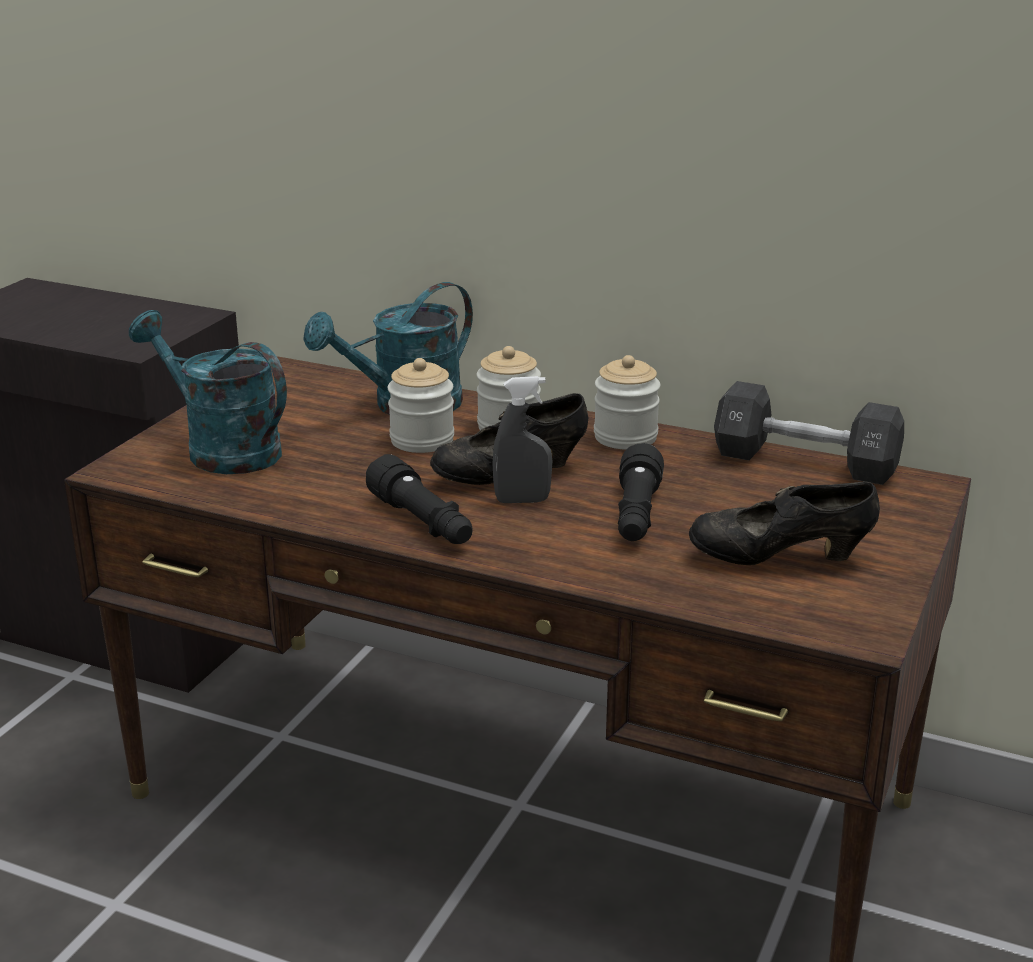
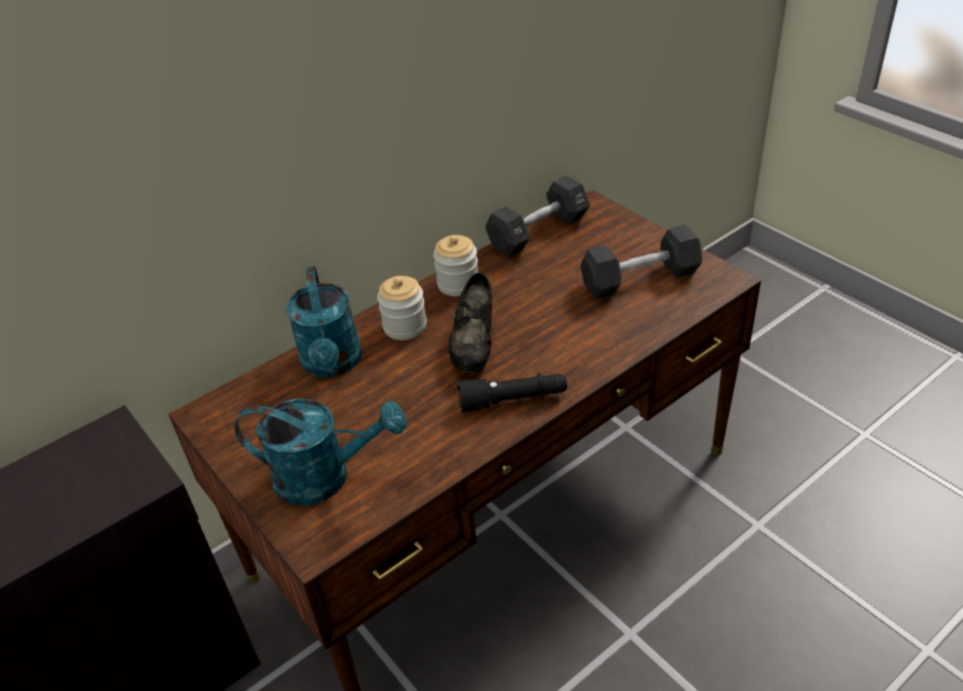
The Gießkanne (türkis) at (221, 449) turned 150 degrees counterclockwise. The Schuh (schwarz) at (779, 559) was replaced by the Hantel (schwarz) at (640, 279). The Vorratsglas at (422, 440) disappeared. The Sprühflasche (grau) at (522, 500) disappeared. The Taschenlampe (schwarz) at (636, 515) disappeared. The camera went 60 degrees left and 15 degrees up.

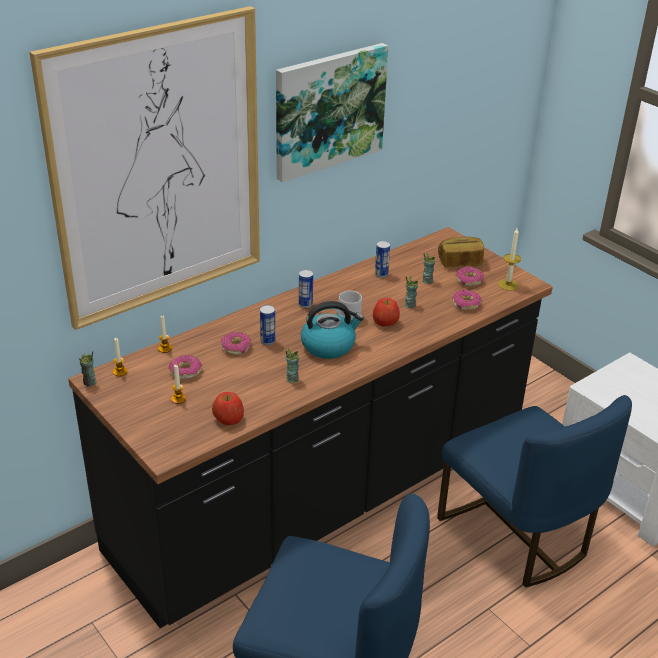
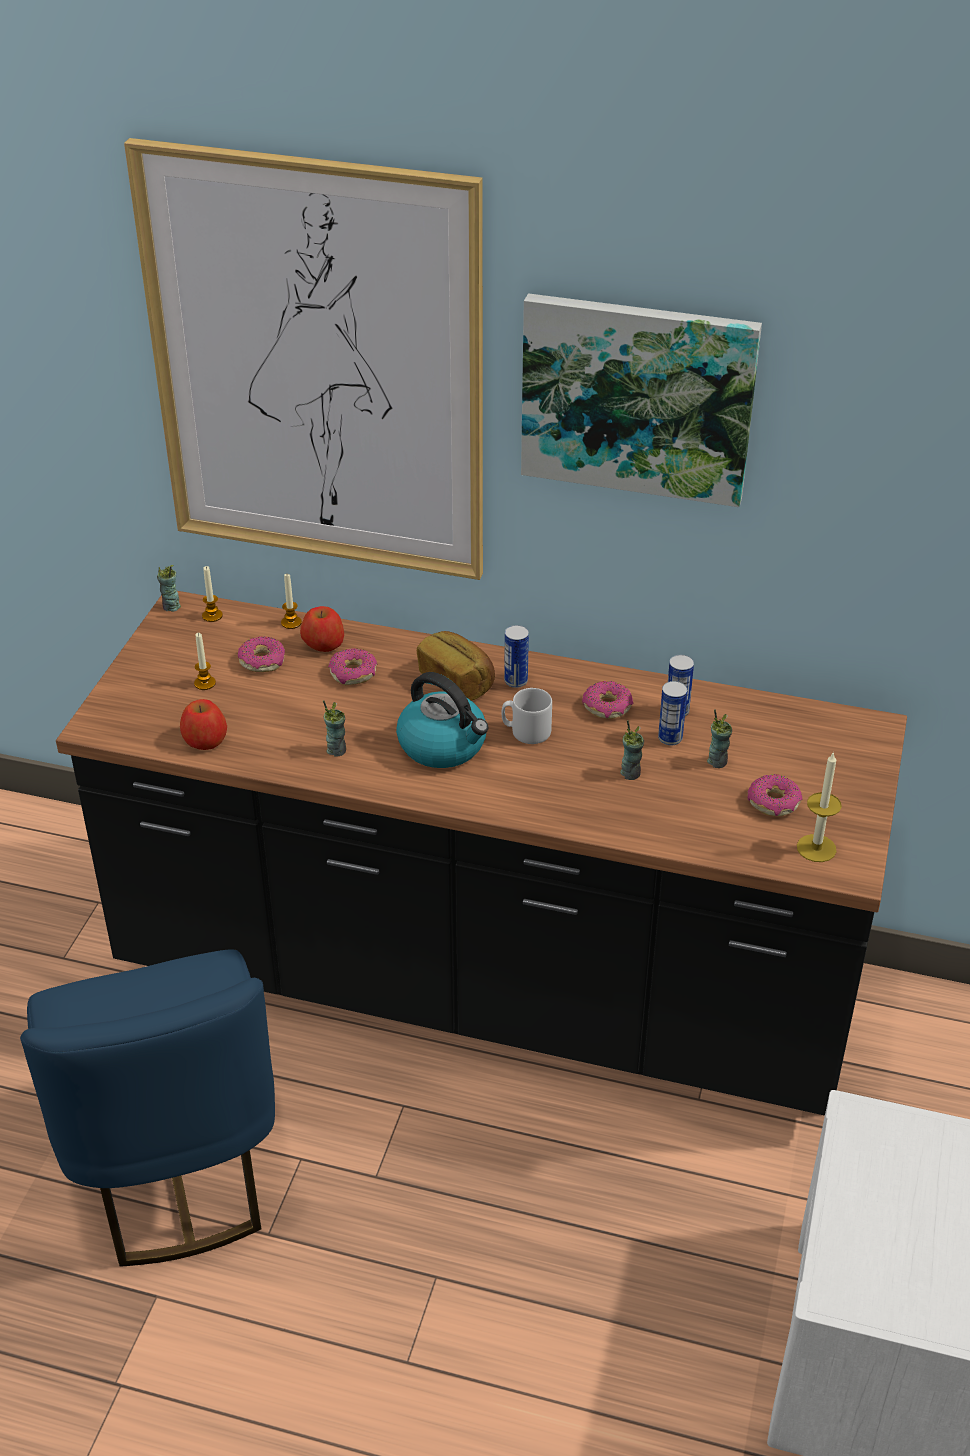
The Apfel moved from (385, 322) to (323, 644). The Brot moved from (460, 262) to (457, 681). The Donut moved from (466, 304) to (607, 707). The Dose moved from (267, 341) to (670, 738). The Stuhl (blau) at (517, 534) disappeared. The camera went 55 degrees right and 5 degrees up.

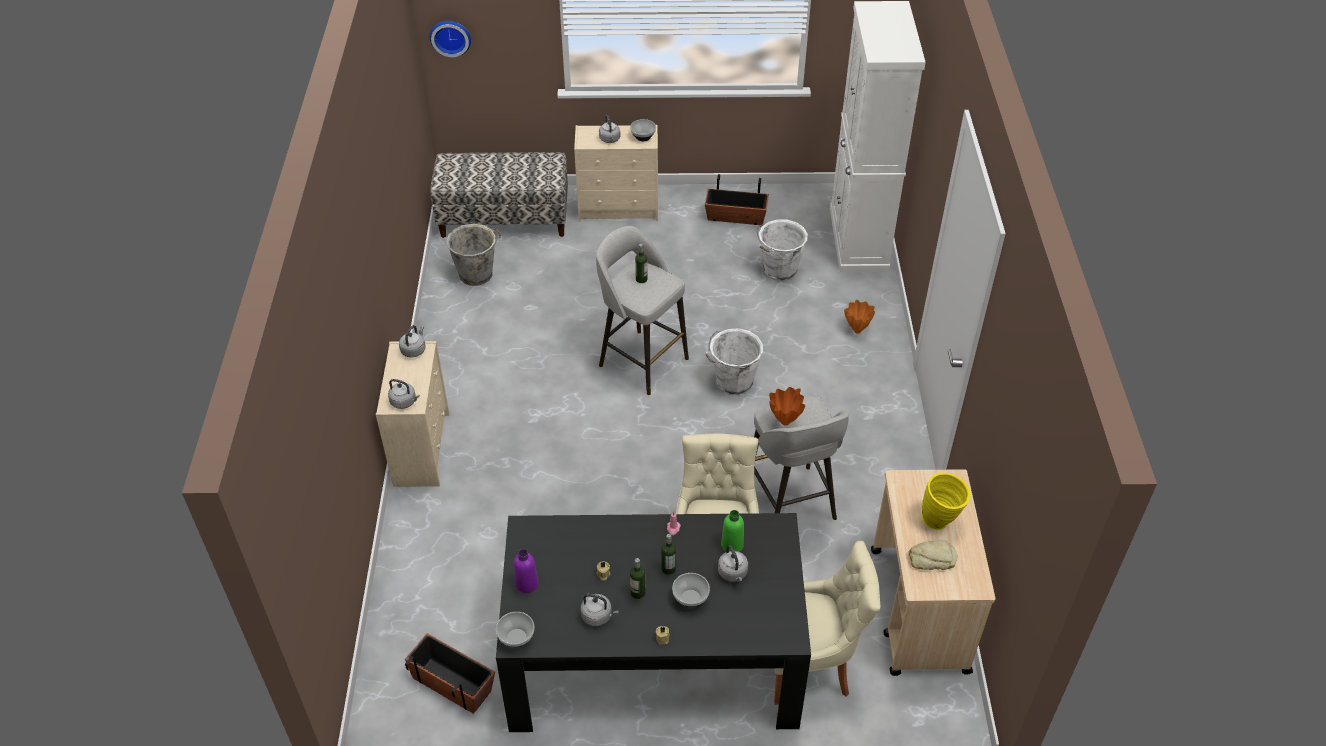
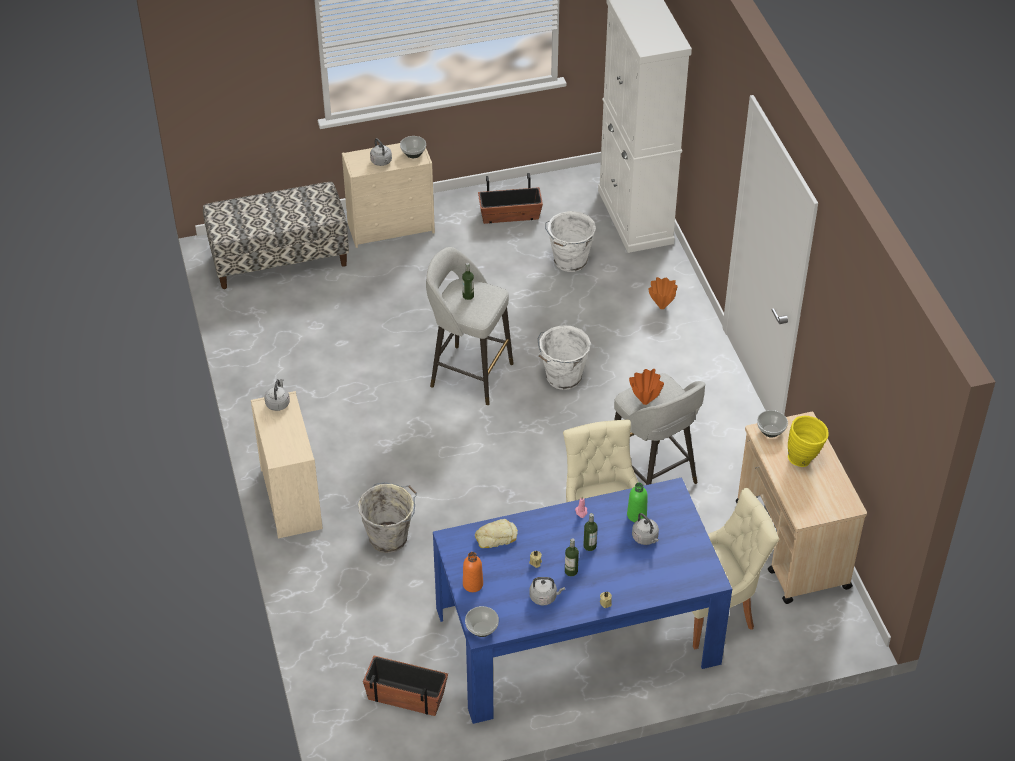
The Eimer (grau) moved from (477, 274) to (390, 537). The Esstisch (schwarz) at (654, 658) became the Esstisch (blau) at (577, 635). The Flasche (lila) at (527, 584) became the Flasche (orange) at (473, 584). The Brot moved from (932, 558) to (496, 537). The Schüssel moved from (691, 598) to (770, 431). The Wasserkessel (grau) at (404, 402) disappeared. The Wanduhr at (450, 36) disappeared. The camera went 15 degrees left and 0 degrees up.

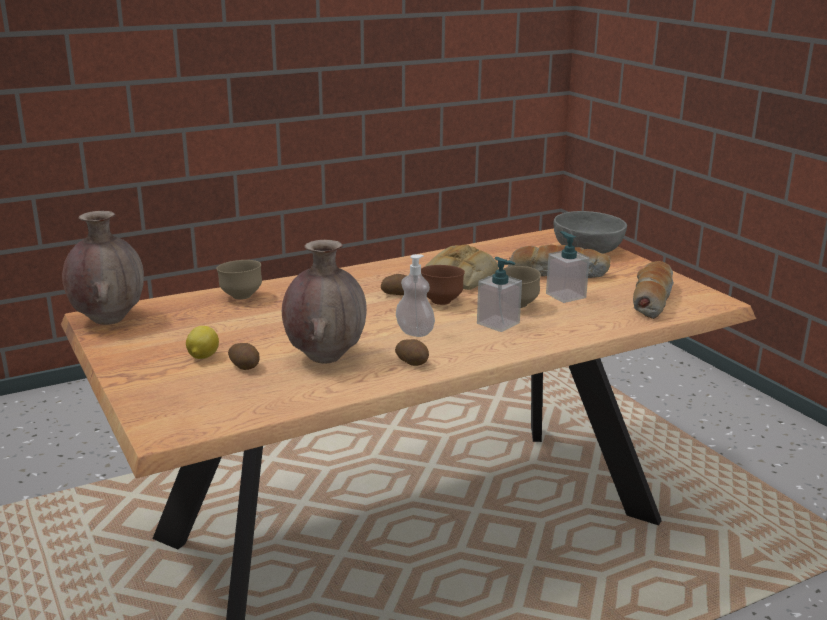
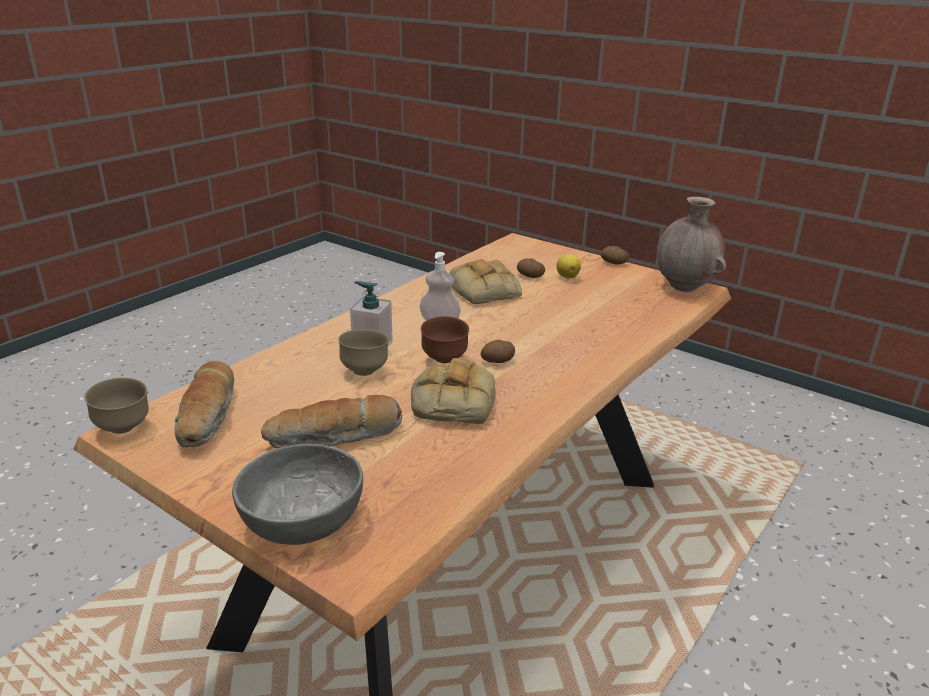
The Schüssel (braun) moved from (241, 297) to (124, 429). The Vase (braun) at (325, 356) was replaced by the Brot at (486, 291). The Kartoffel moved from (413, 362) to (613, 263). The Seifenspender at (565, 295) disappeared. The camera went 155 degrees right and 5 degrees up.

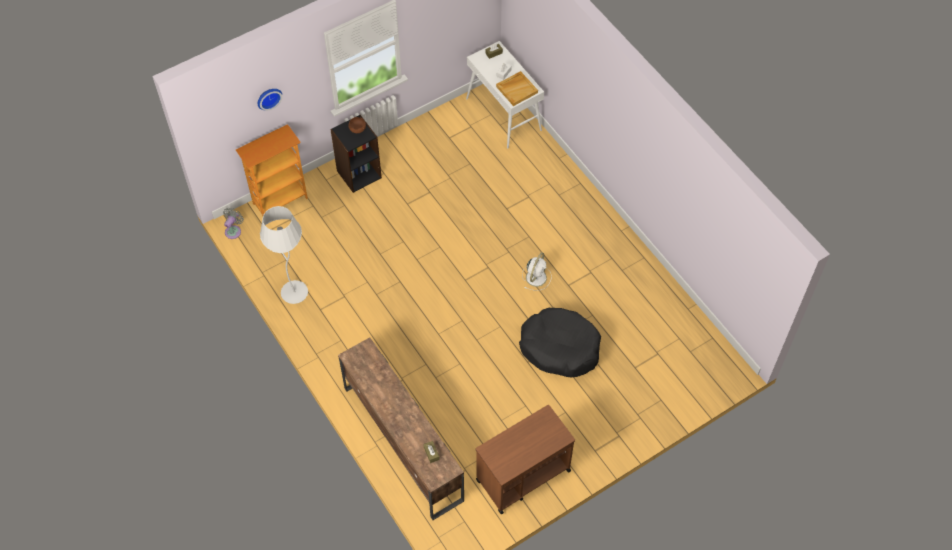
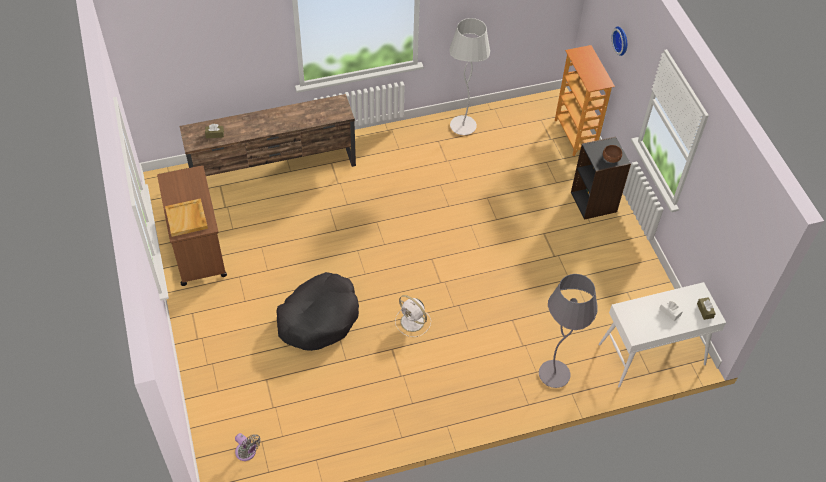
The Tablett (beige) moved from (517, 89) to (187, 219). The Ventilator (grau) moved from (234, 230) to (247, 453). The Stehlampe (grau) at (554, 375) appeared. The camera went 105 degrees right and 5 degrees down.

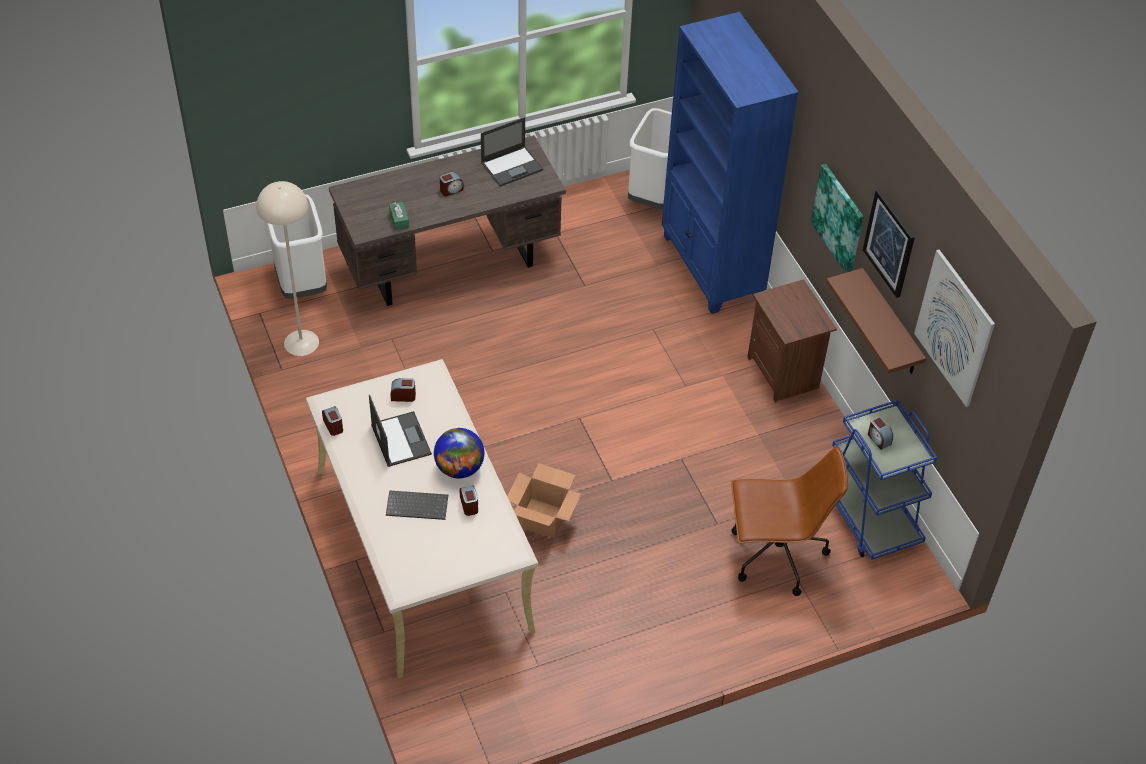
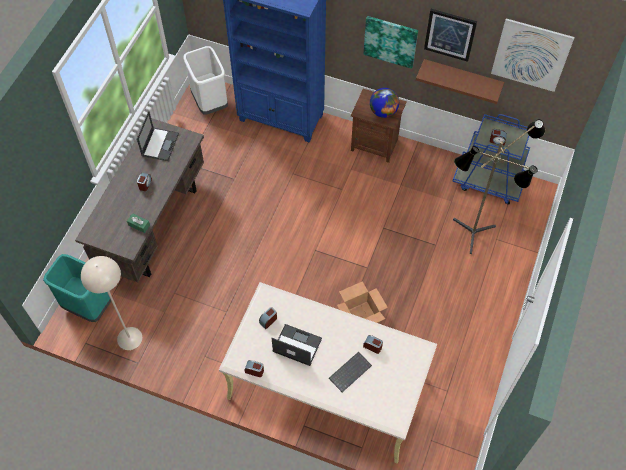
The Mülleimer (weiß) at (302, 284) became the Mülleimer (türkis) at (88, 306). The Globus moved from (459, 468) to (383, 111). The Bürostuhl (braun) at (775, 555) was replaced by the Stehlampe at (475, 237). The camera went 45 degrees left and 10 degrees up.

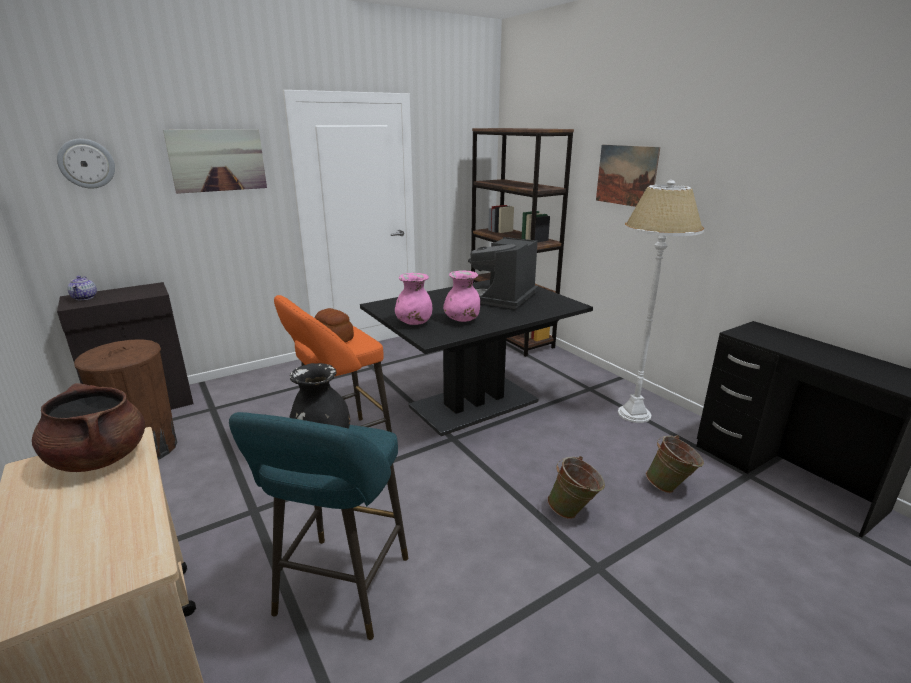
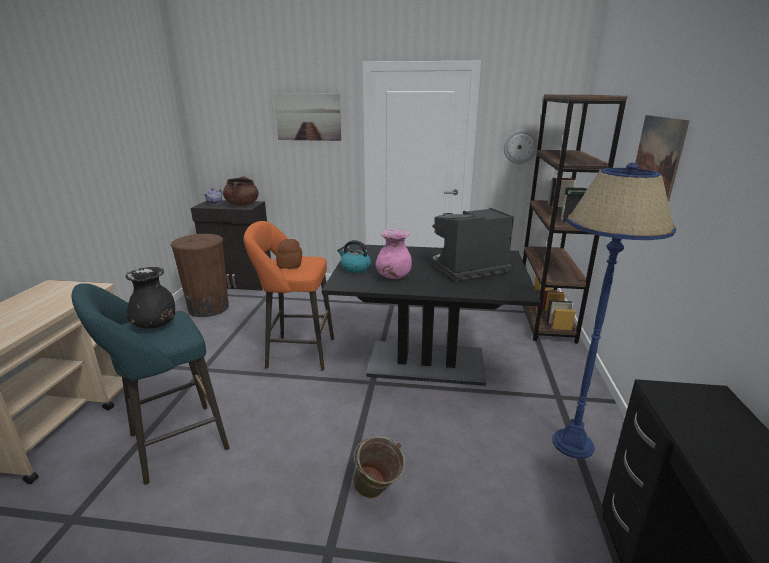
The Kochtopf (braun) moved from (99, 458) to (242, 204). The Vase (rosa) at (414, 323) was replaced by the Wasserkessel at (355, 268). The Wanduhr moved from (86, 163) to (520, 146). The Stehlampe (weiß) at (634, 414) became the Stehlampe (blau) at (572, 444). The Eimer (grün) at (670, 487) disappeared. The camera went 40 degrees right and 0 degrees up.

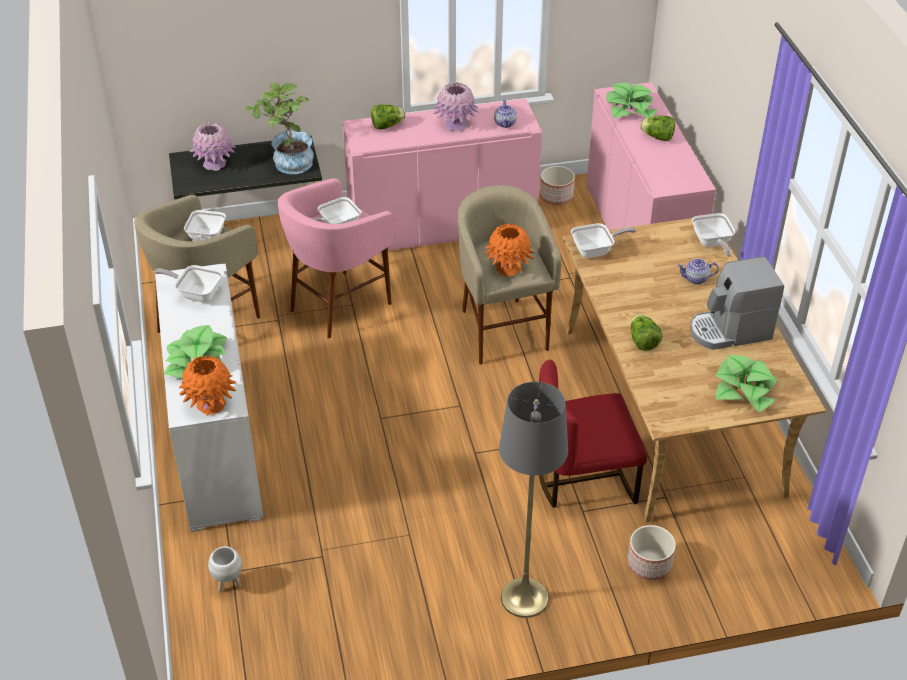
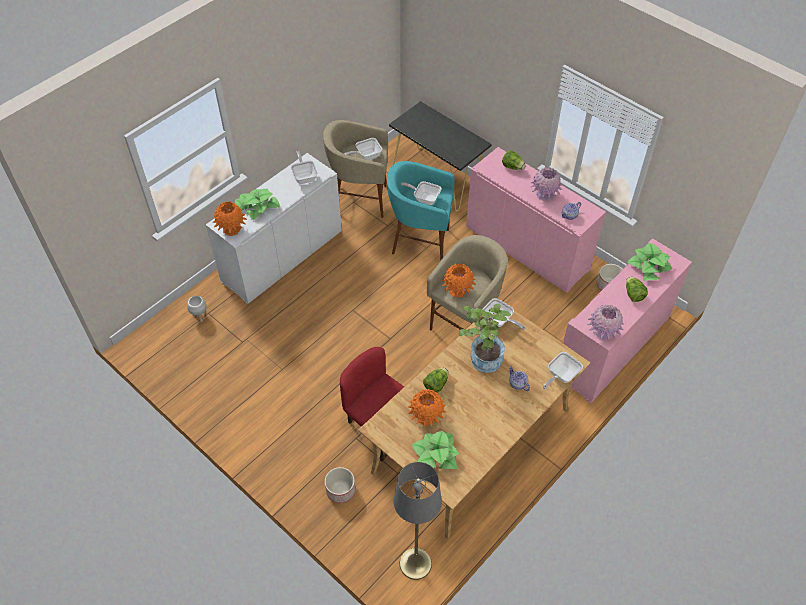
The Hocker (rosa) at (338, 306) became the Hocker (türkis) at (420, 243). The Stehlampe (grau) moved from (524, 597) to (415, 563). The Vase (orange) at (426, 417) appeared. The Topfpflanze moved from (287, 164) to (481, 357). The Vase (rosa) moved from (215, 164) to (603, 332). The Kaffeemaschine at (729, 331) disappeared. The camera went 55 degrees right and 10 degrees up.

